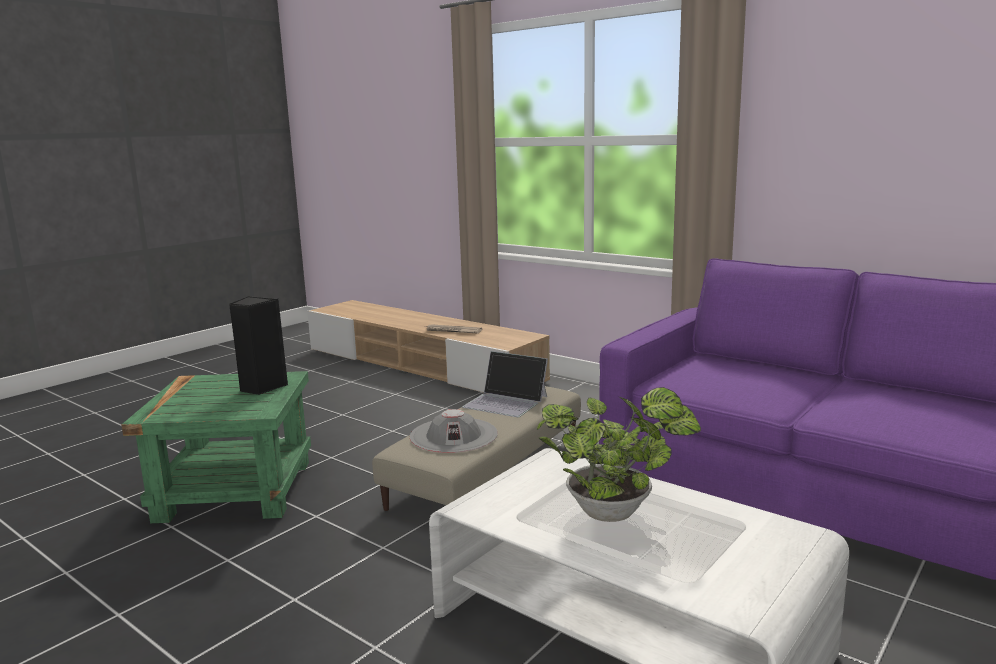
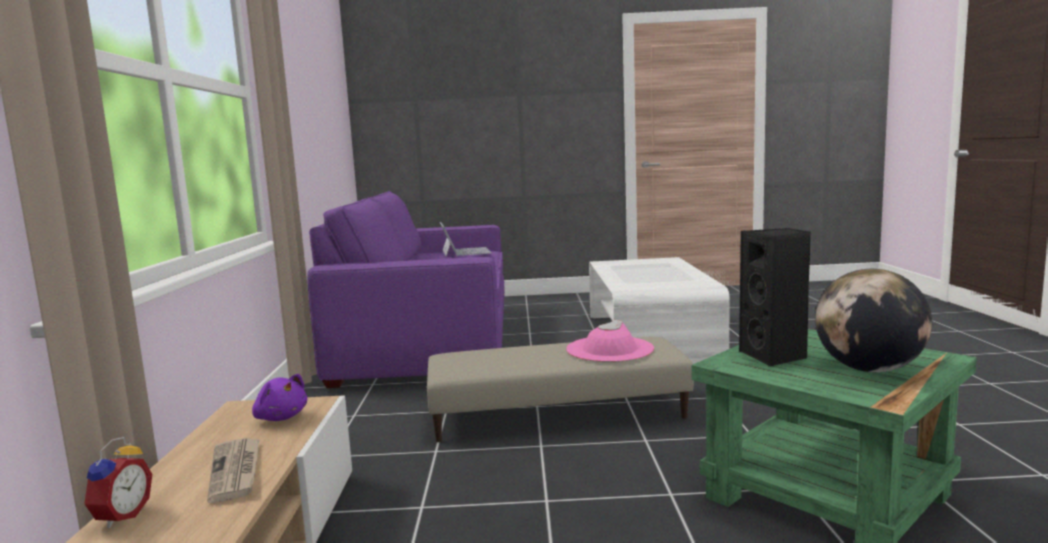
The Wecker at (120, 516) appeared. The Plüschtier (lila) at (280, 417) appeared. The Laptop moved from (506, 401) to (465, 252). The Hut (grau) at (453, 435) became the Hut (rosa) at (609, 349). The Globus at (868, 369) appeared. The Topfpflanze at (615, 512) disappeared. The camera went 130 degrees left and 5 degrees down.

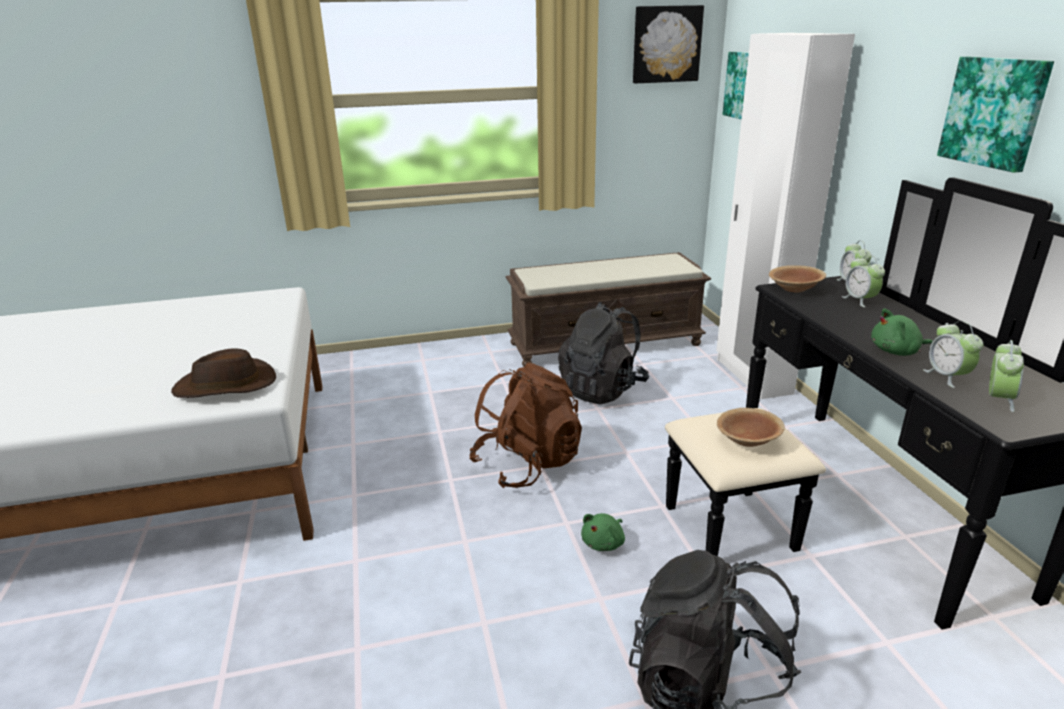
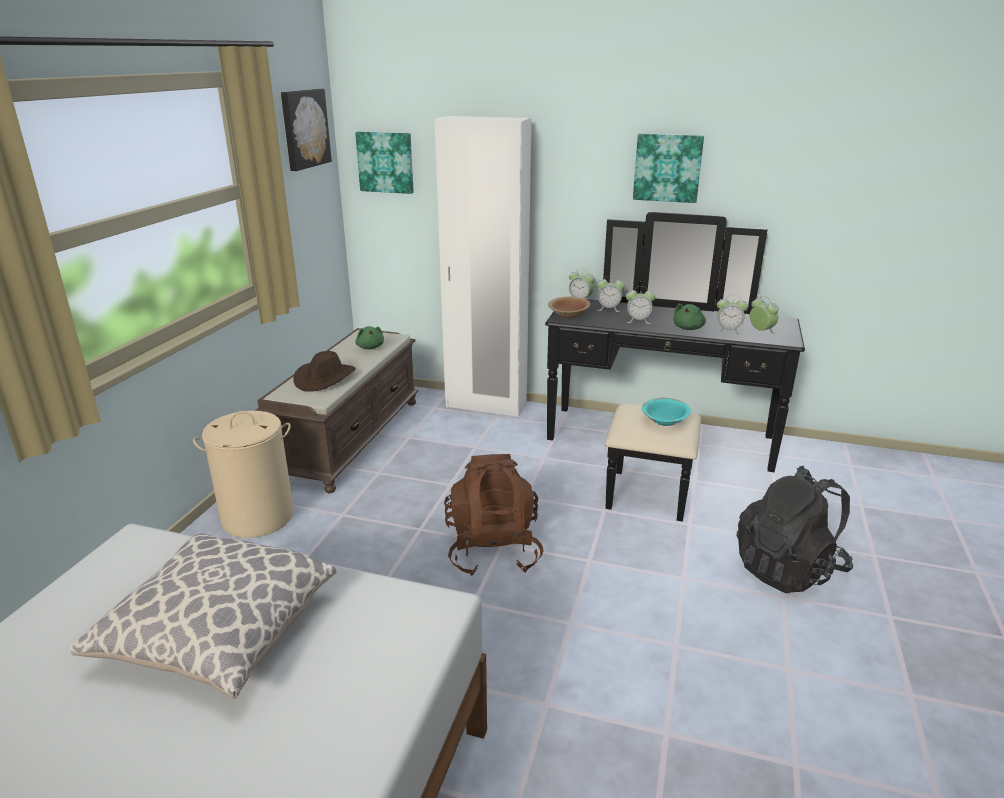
The Kissen at (219, 636) appeared. The Wäschekorb (beige) at (257, 517) appeared. The Hut (braun) moved from (226, 386) to (324, 378). The Plüschtier (grün) moved from (604, 543) to (370, 347). The Wecker at (638, 321) appeared. The Schüssel (braun) at (747, 440) became the Schüssel (türkis) at (664, 421). The Rucksack (schwarz) at (602, 389) disappeared. The camera went 60 degrees left and 0 degrees up.

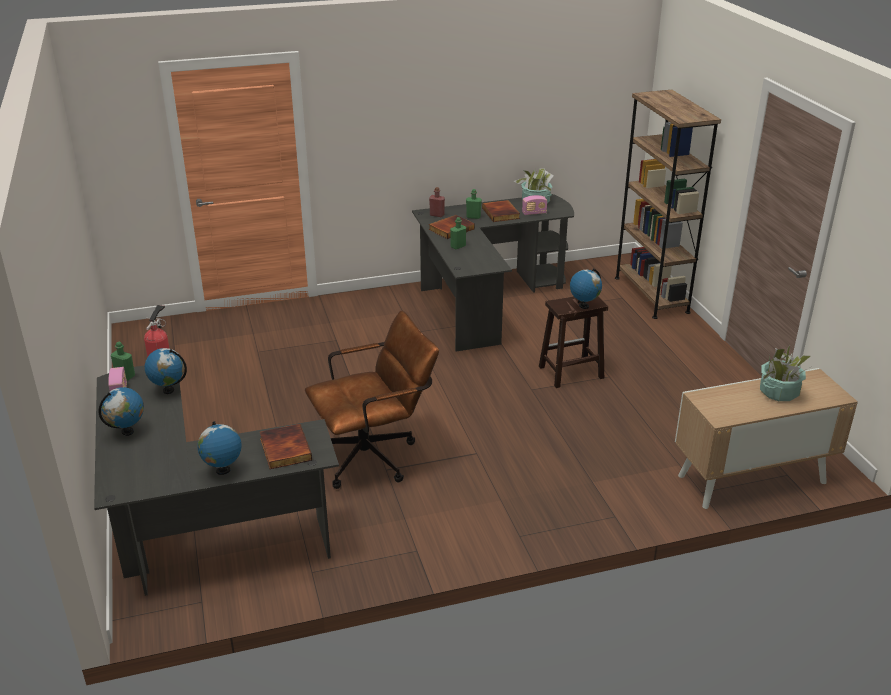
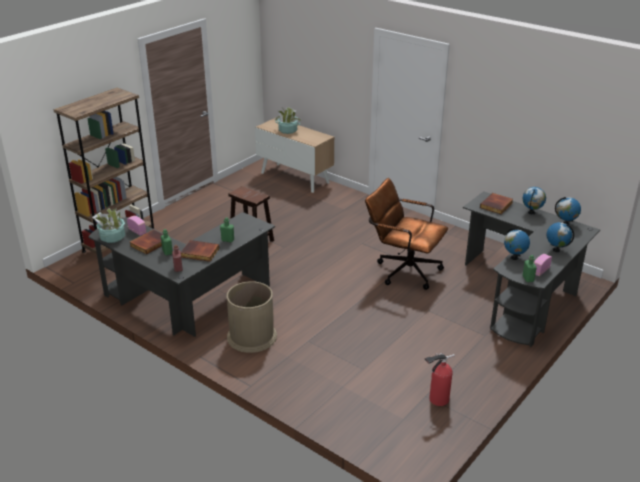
The Mülleimer (braun) at (251, 336) appeared. The Globus moved from (584, 306) to (565, 224). The camera went 125 degrees left and 0 degrees up.

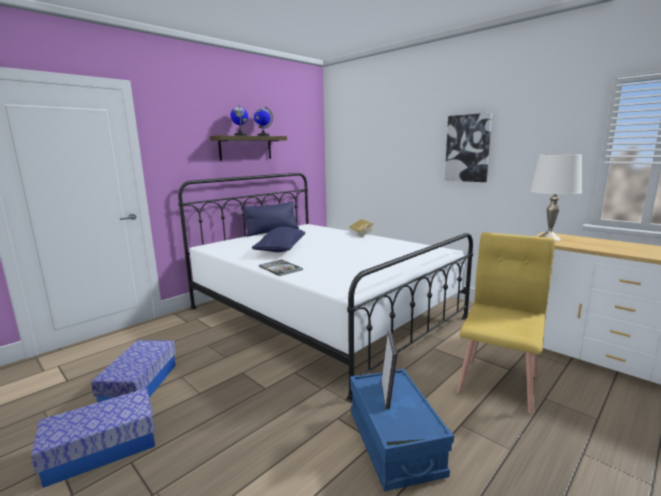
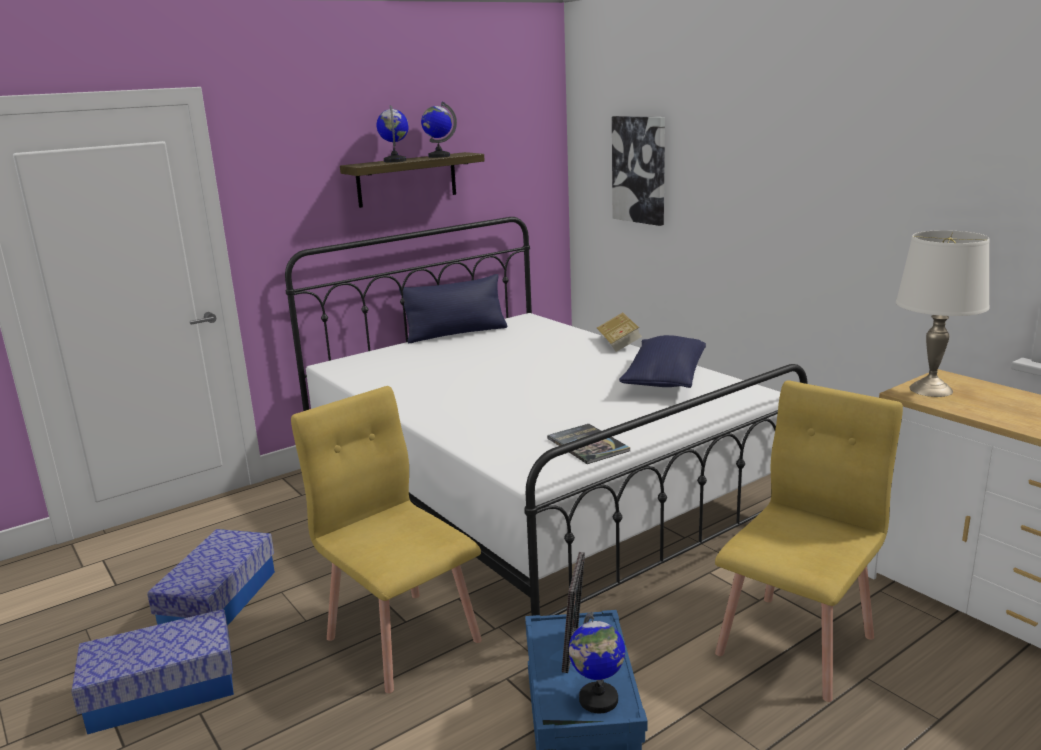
The Stuhl (gelb) at (403, 638) appeared. The Buch moved from (280, 268) to (588, 445). The Globus at (598, 700) appeared. The Bild moved from (468, 148) to (640, 169). The Kissen (blau) moved from (281, 249) to (664, 379). The camera went 10 degrees right and 5 degrees up.

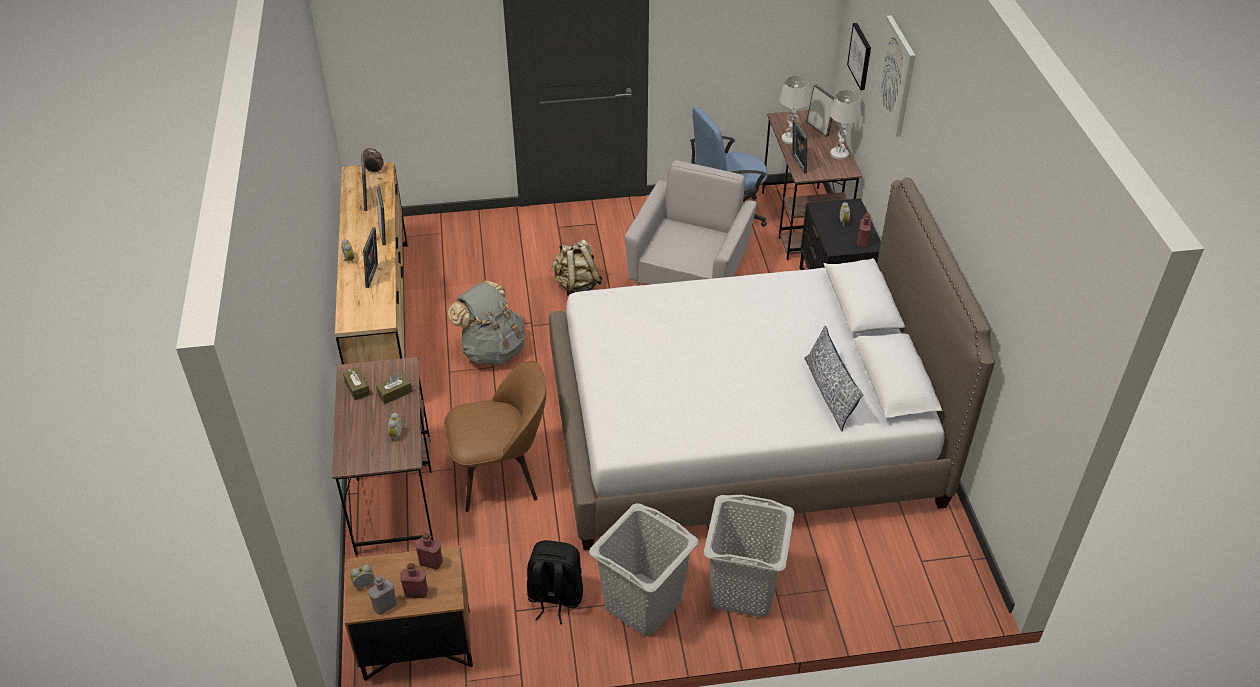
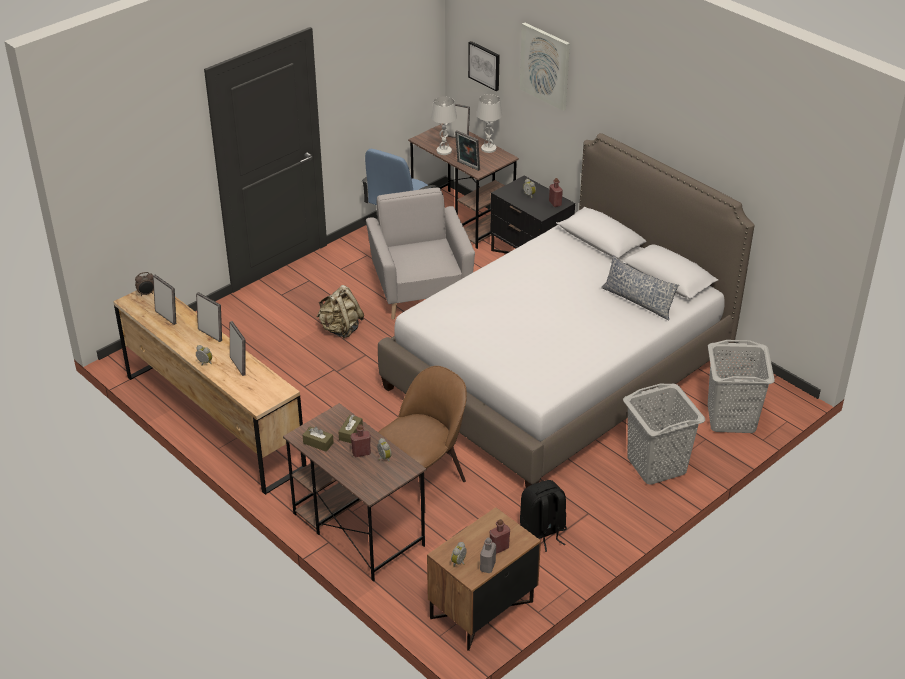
The Flasche (rot) moved from (431, 563) to (361, 453). The Wäschekorb (grau) moved from (644, 604) to (731, 418). The Rucksack (grau) at (492, 349) disappeared. The camera went 35 degrees left and 5 degrees down.

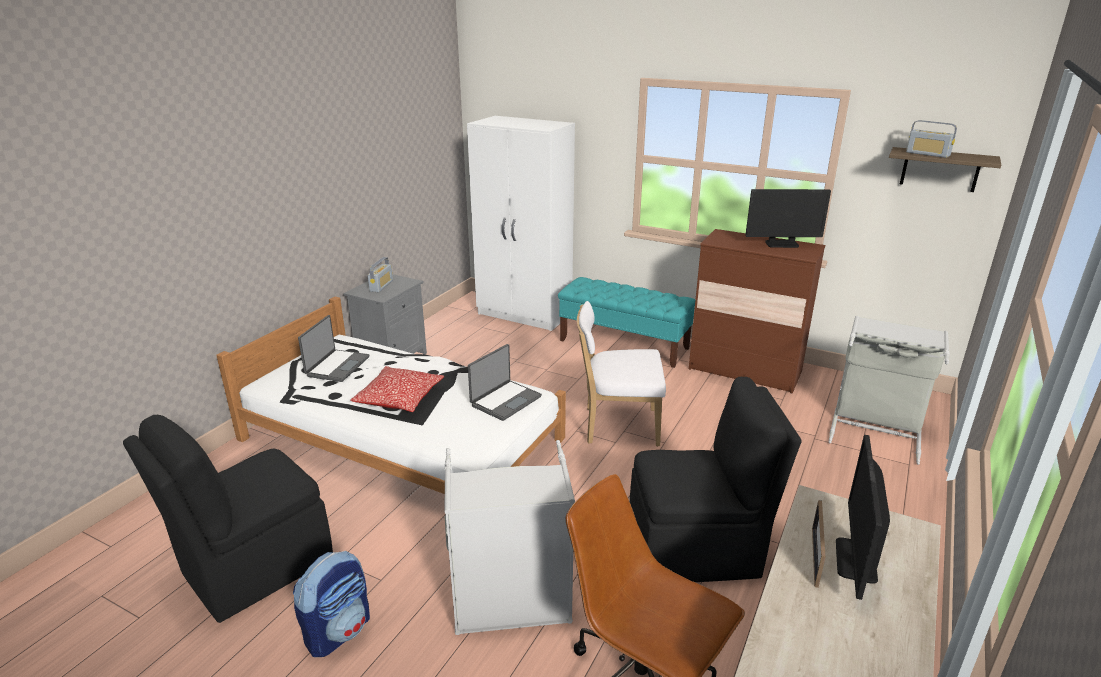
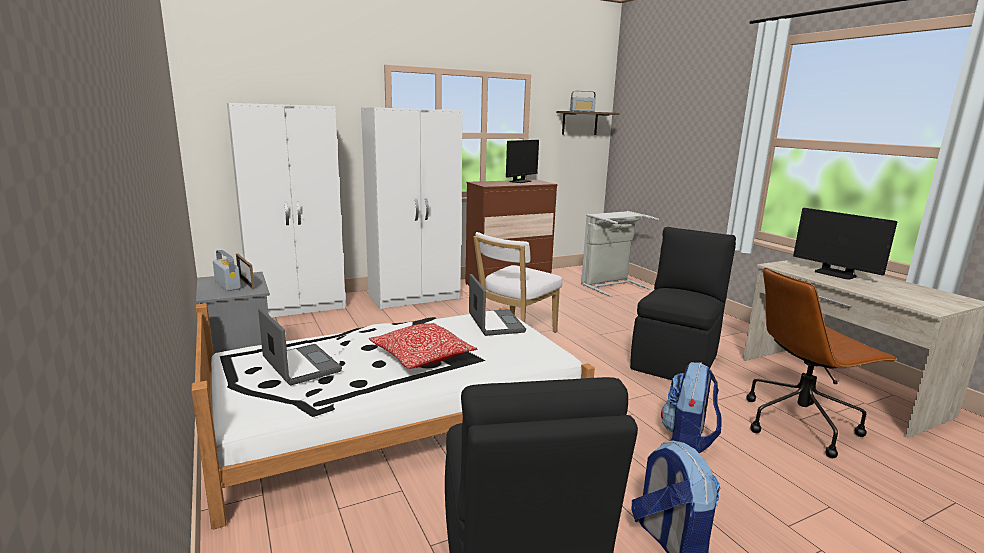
The Bilderrahmen moved from (815, 557) to (246, 282). The Bank (türkis) at (624, 344) was replaced by the Kleiderschrank (weiß) at (415, 297). The Wäschekorb (grau) at (511, 604) was replaced by the Rucksack at (688, 440). The camera went 55 degrees left and 10 degrees down.

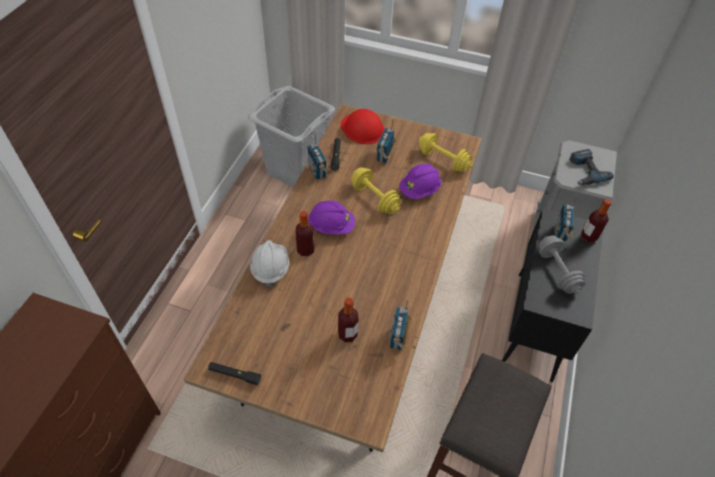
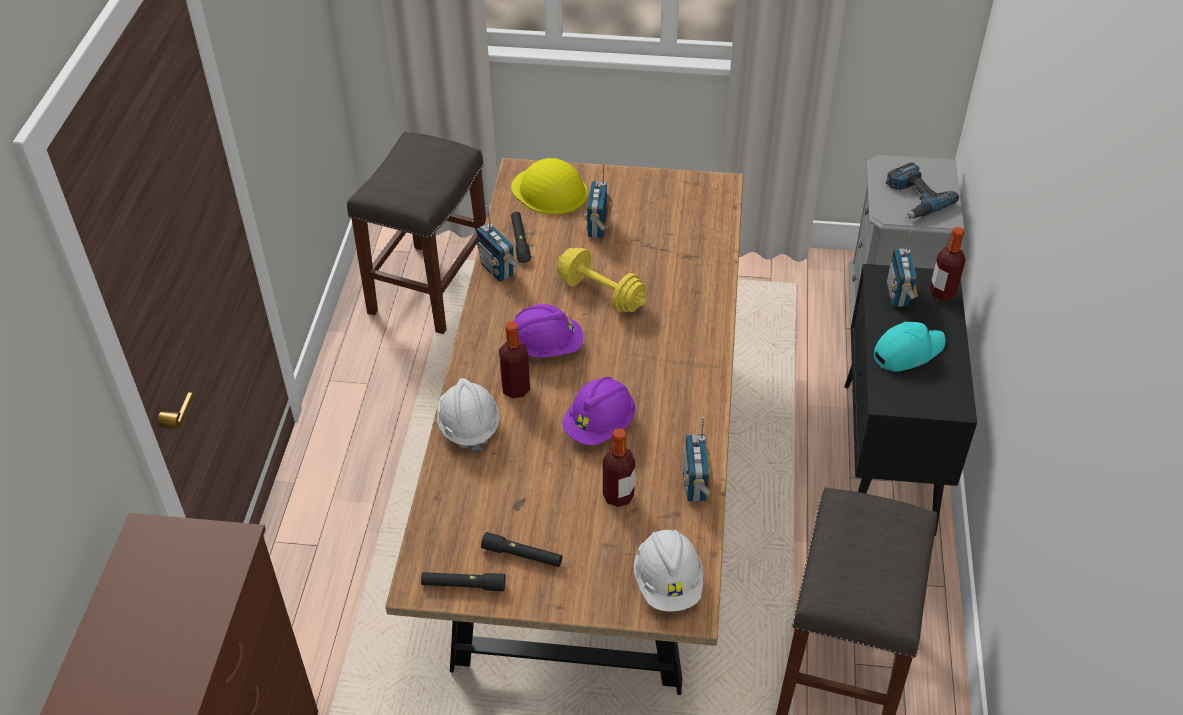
The Wäschekorb (grau) at (296, 169) was replaced by the Hocker (grau) at (430, 287). The Taschenlampe (schwarz) at (522, 555) appeared. The Schutzhelm (rot) at (362, 128) became the Schutzhelm (gelb) at (549, 191). The Schutzhelm (lila) moved from (419, 190) to (600, 426). The Schutzhelm (weiß) at (668, 583) appeared. The Hantel (grau) at (557, 271) was replaced by the Kappe (türkis) at (907, 351). The Hantel (gelb) at (443, 160) disappeared. The camera went 10 degrees left and 5 degrees down.

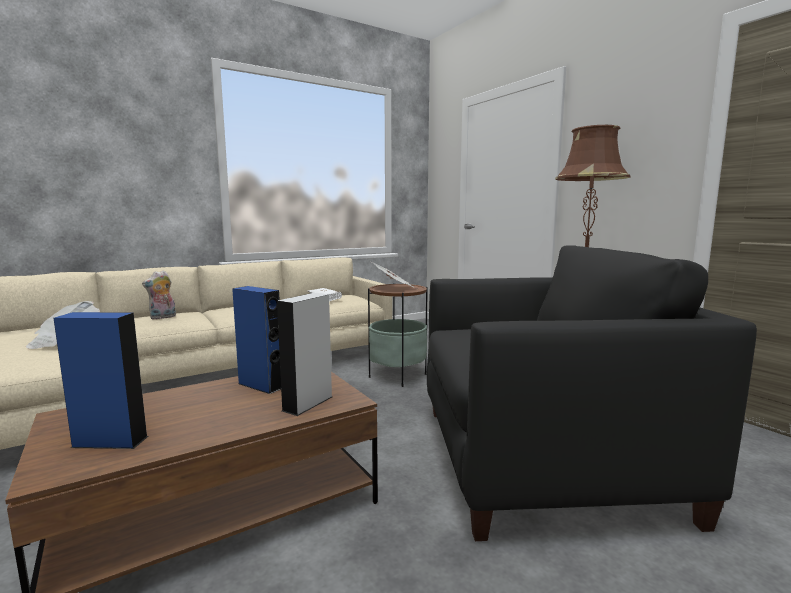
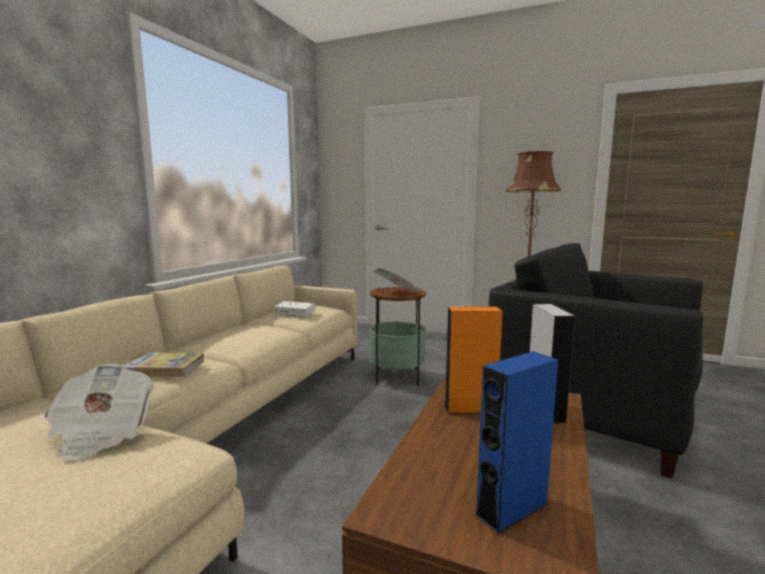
The Plüschtier at (163, 317) was replaced by the Buch at (162, 368). The Lautsprecher (blau) at (261, 385) became the Lautsprecher (orange) at (470, 408). The Sessel (schwarz) at (540, 459) turned 105 degrees counterclockwise. The camera went 35 degrees left and 0 degrees up.

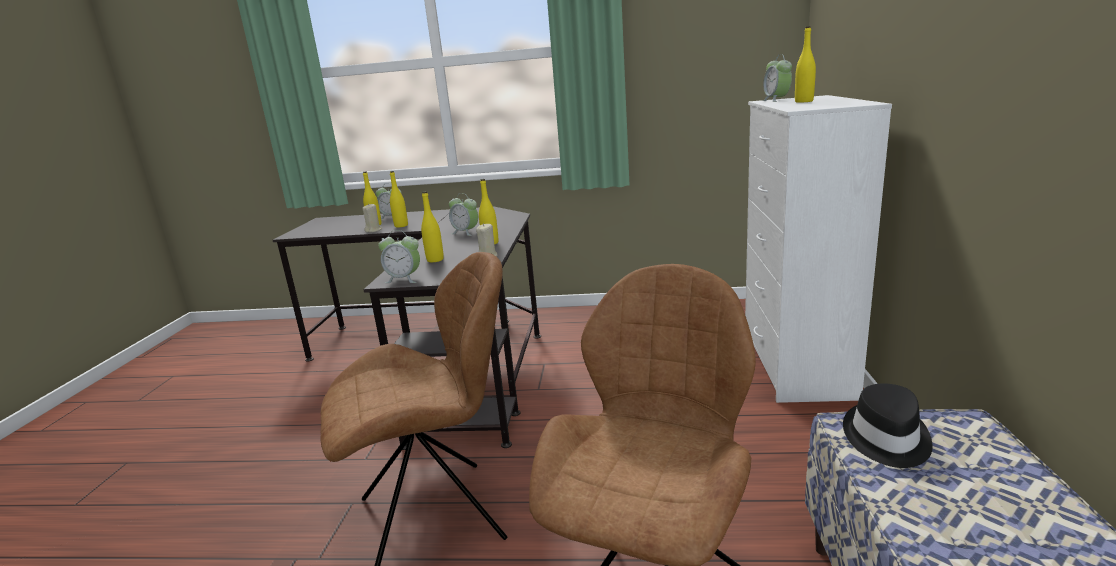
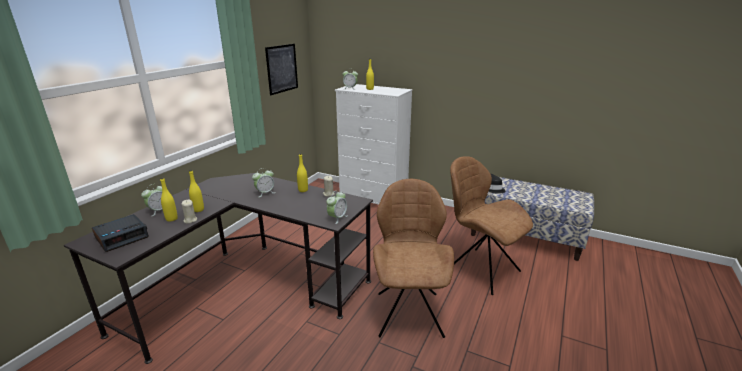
The Wecker at (122, 237) appeared. The Bild at (282, 68) appeared. The Flasche (gelb) at (435, 260) disappeared. The camera went 70 degrees left and 5 degrees up.

